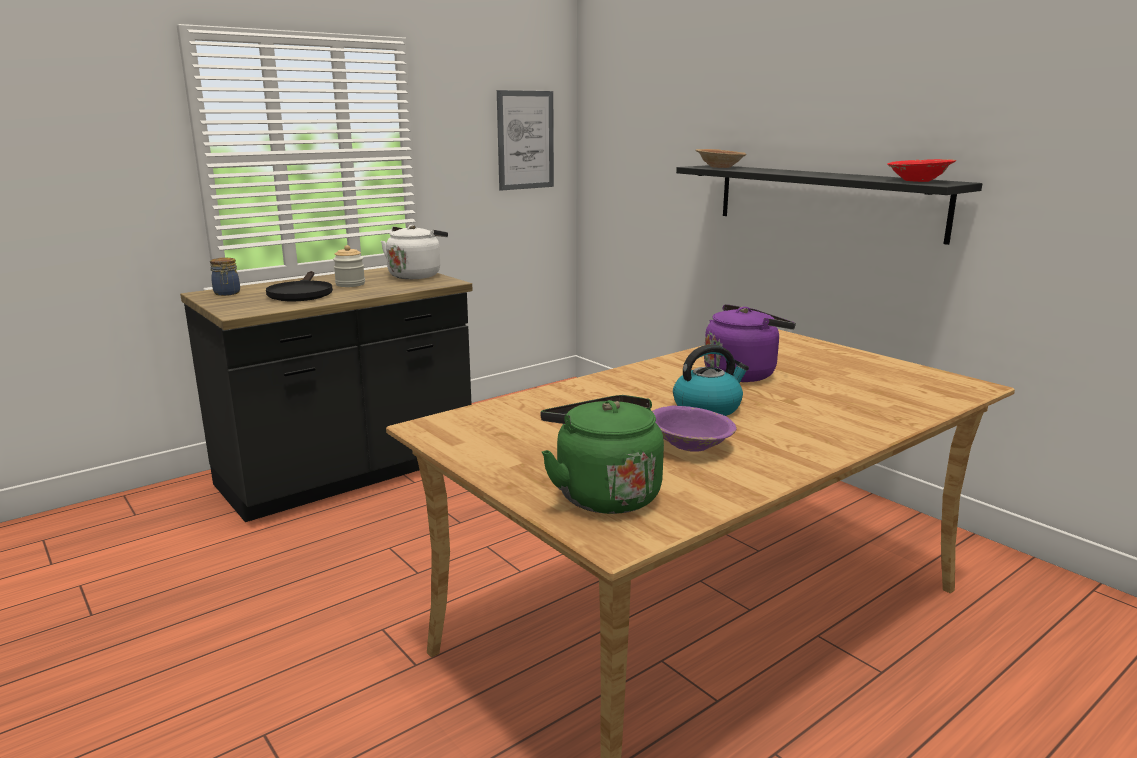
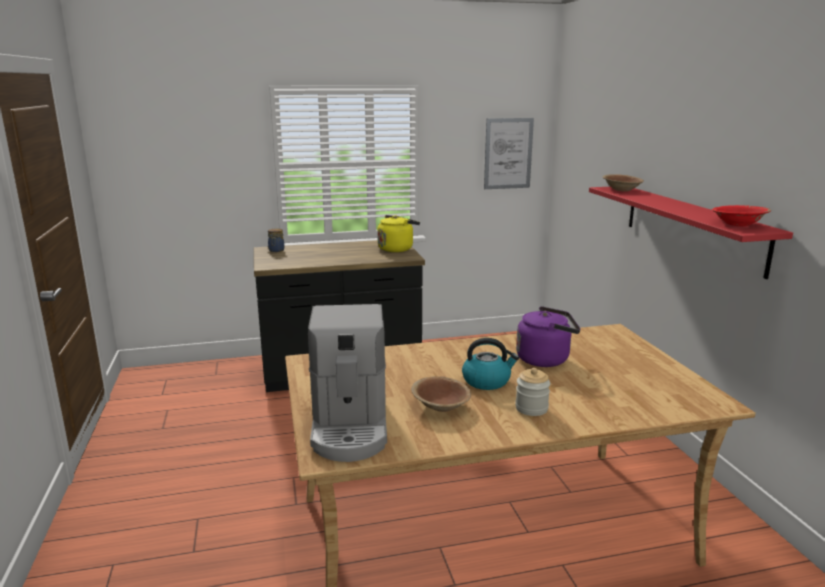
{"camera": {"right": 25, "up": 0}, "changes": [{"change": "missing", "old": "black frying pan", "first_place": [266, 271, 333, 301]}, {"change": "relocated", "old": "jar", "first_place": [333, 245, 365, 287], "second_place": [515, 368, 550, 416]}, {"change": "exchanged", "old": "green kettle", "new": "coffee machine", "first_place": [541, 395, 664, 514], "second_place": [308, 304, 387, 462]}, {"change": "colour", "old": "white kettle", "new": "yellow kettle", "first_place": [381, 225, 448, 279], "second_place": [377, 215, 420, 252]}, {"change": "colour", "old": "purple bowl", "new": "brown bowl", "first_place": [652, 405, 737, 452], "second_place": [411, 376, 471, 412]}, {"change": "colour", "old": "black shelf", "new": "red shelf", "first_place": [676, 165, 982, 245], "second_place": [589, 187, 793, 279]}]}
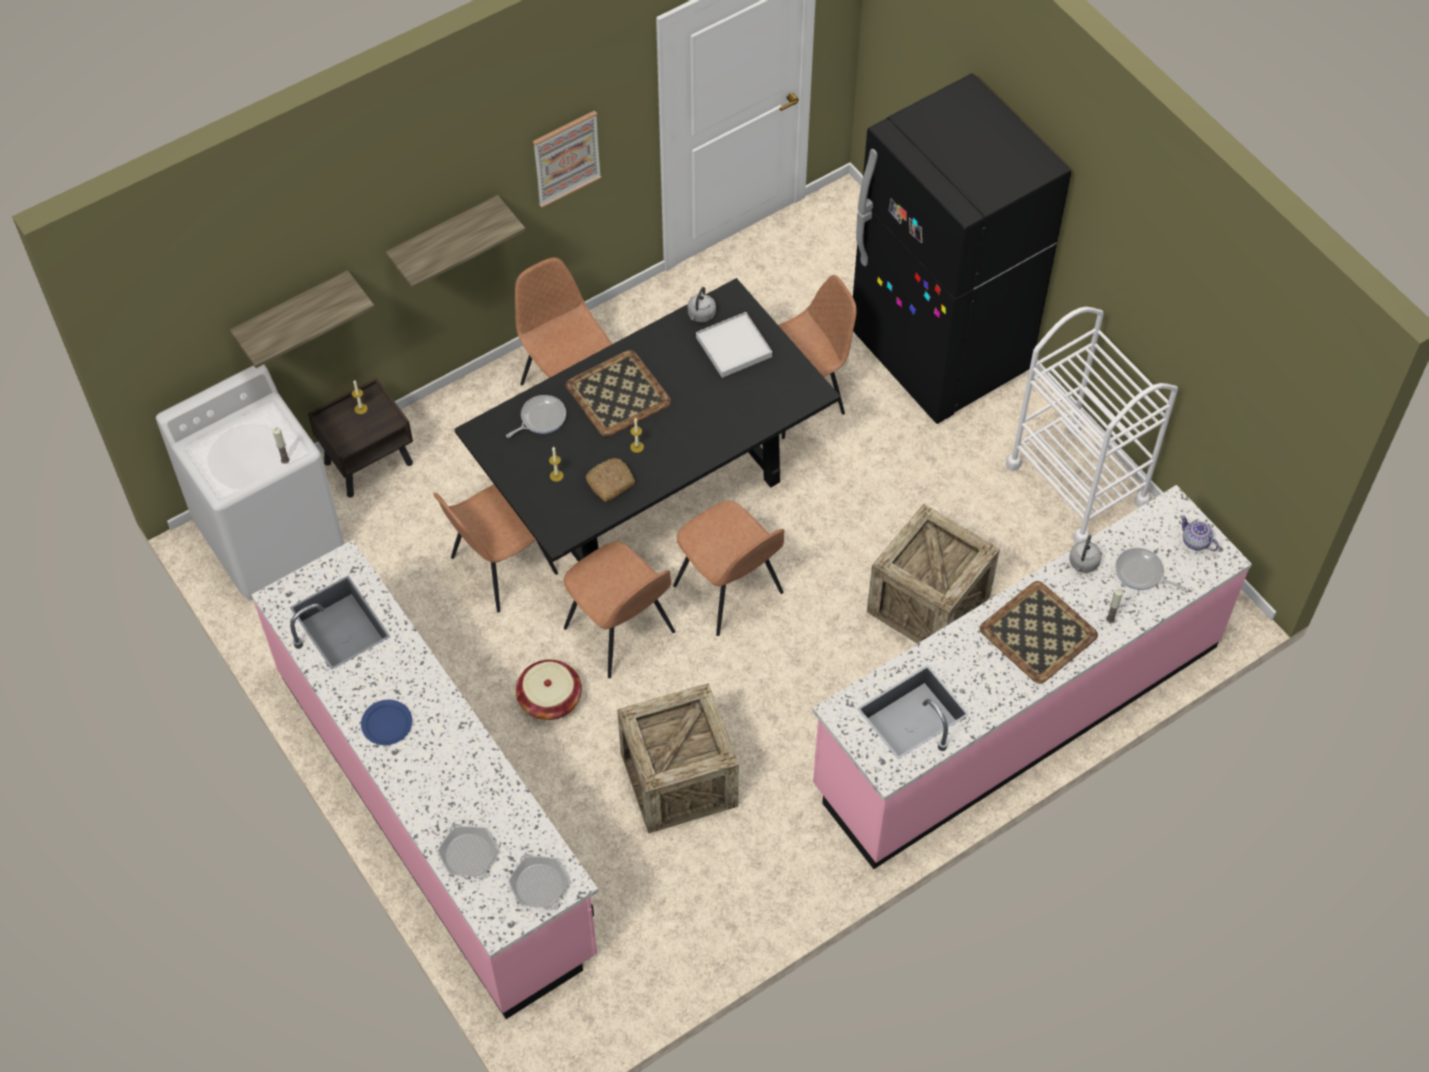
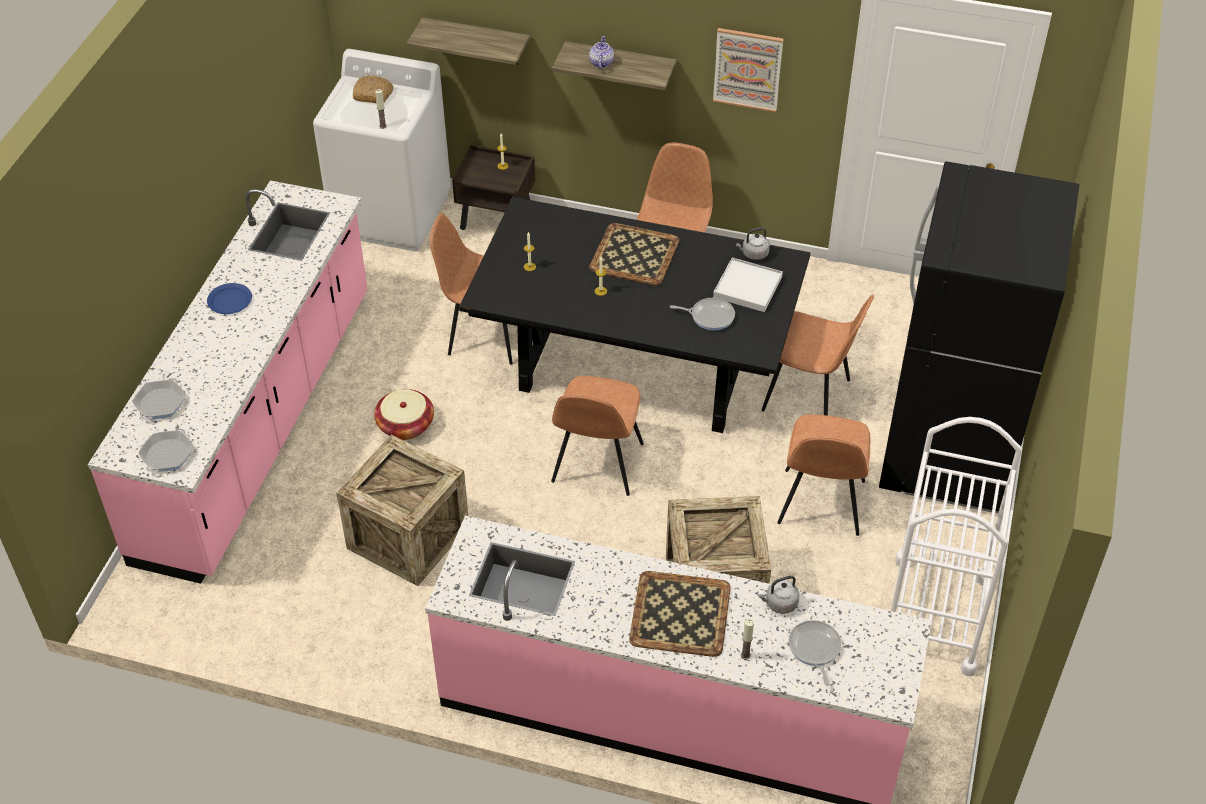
{"camera": {"right": 50, "up": -10}, "changes": [{"change": "relocated", "old": "frying pan", "first_place": [506, 395, 566, 438], "second_place": [670, 298, 735, 331]}, {"change": "relocated", "old": "brown chair", "first_place": [563, 541, 675, 678], "second_place": [777, 415, 871, 536]}, {"change": "relocated", "old": "bread", "first_place": [586, 458, 635, 502], "second_place": [352, 75, 393, 103]}, {"change": "relocated", "old": "teapot", "first_place": [1180, 515, 1219, 551], "second_place": [589, 36, 614, 69]}]}
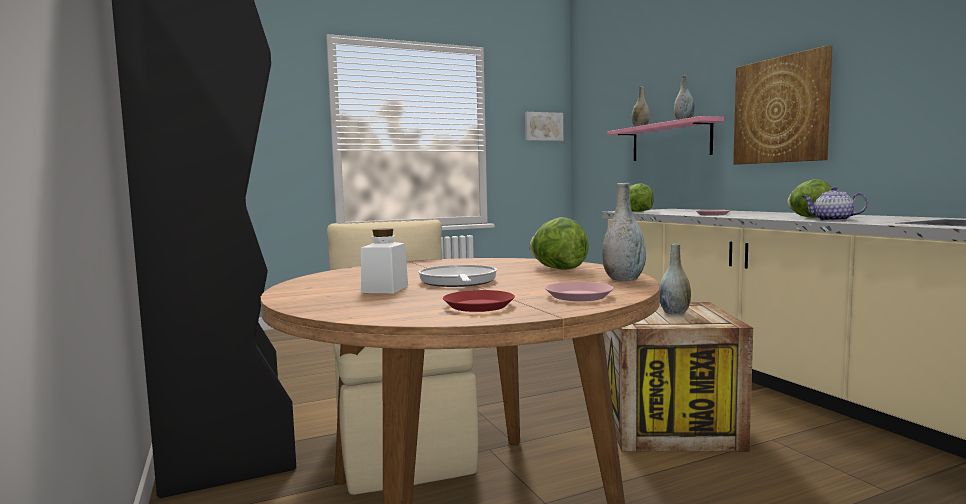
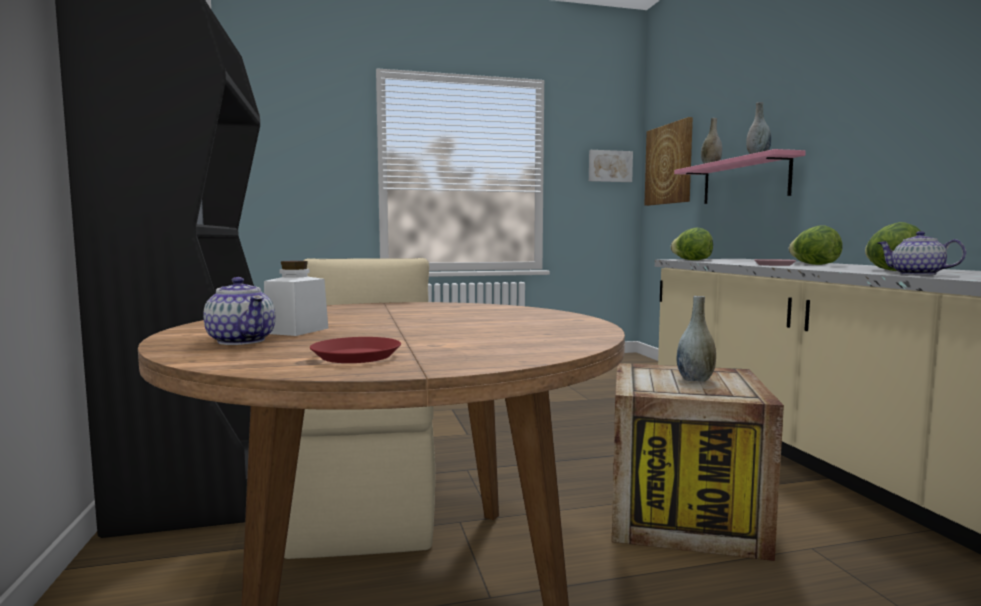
{"camera": {"right": 10, "up": 0}, "changes": [{"change": "missing", "old": "frying pan", "first_place": [418, 265, 497, 287]}, {"change": "missing", "old": "pink plate", "first_place": [545, 282, 614, 301]}, {"change": "missing", "old": "grey vase", "first_place": [602, 183, 646, 281]}, {"change": "appeared", "new": "teapot", "second_place": [203, 277, 275, 345]}, {"change": "relocated", "old": "lettuce", "first_place": [529, 217, 589, 270], "second_place": [789, 225, 843, 265]}, {"change": "relocated", "old": "picture", "first_place": [733, 45, 833, 165], "second_place": [644, 117, 693, 206]}]}
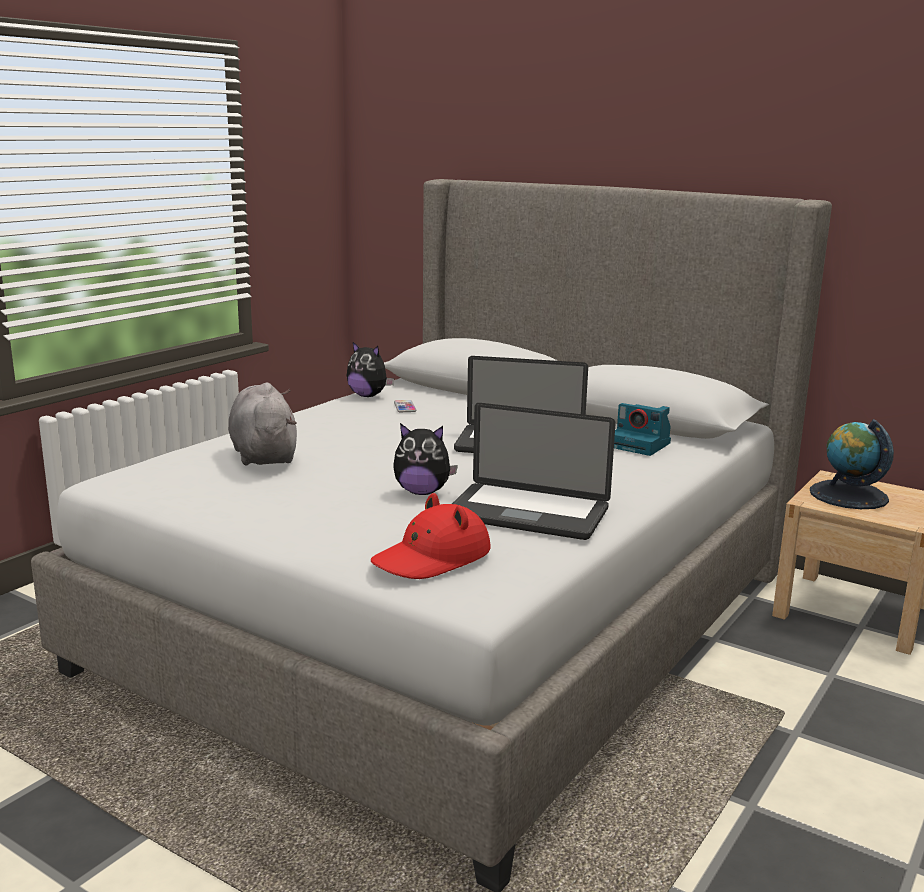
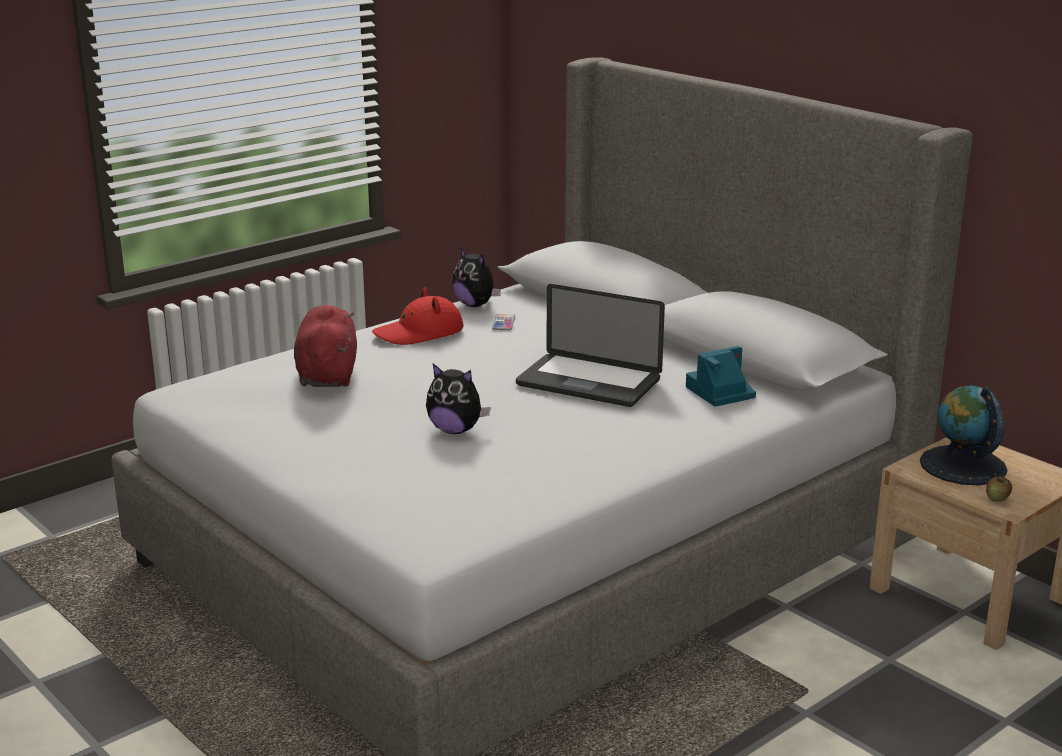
{"camera": {"right": 15, "up": 5}, "changes": [{"change": "missing", "old": "laptop", "first_place": [452, 403, 616, 540]}, {"change": "appeared", "new": "apple", "second_place": [986, 476, 1012, 502]}, {"change": "relocated", "old": "red hat", "first_place": [371, 493, 491, 579], "second_place": [372, 287, 463, 345]}, {"change": "colour", "old": "grey plush toy", "new": "red plush toy", "first_place": [228, 383, 297, 465], "second_place": [294, 305, 357, 387]}, {"change": "spun", "old": "photo camera", "first_place": [614, 403, 671, 456], "second_place": [686, 346, 756, 407], "degrees": 105}]}
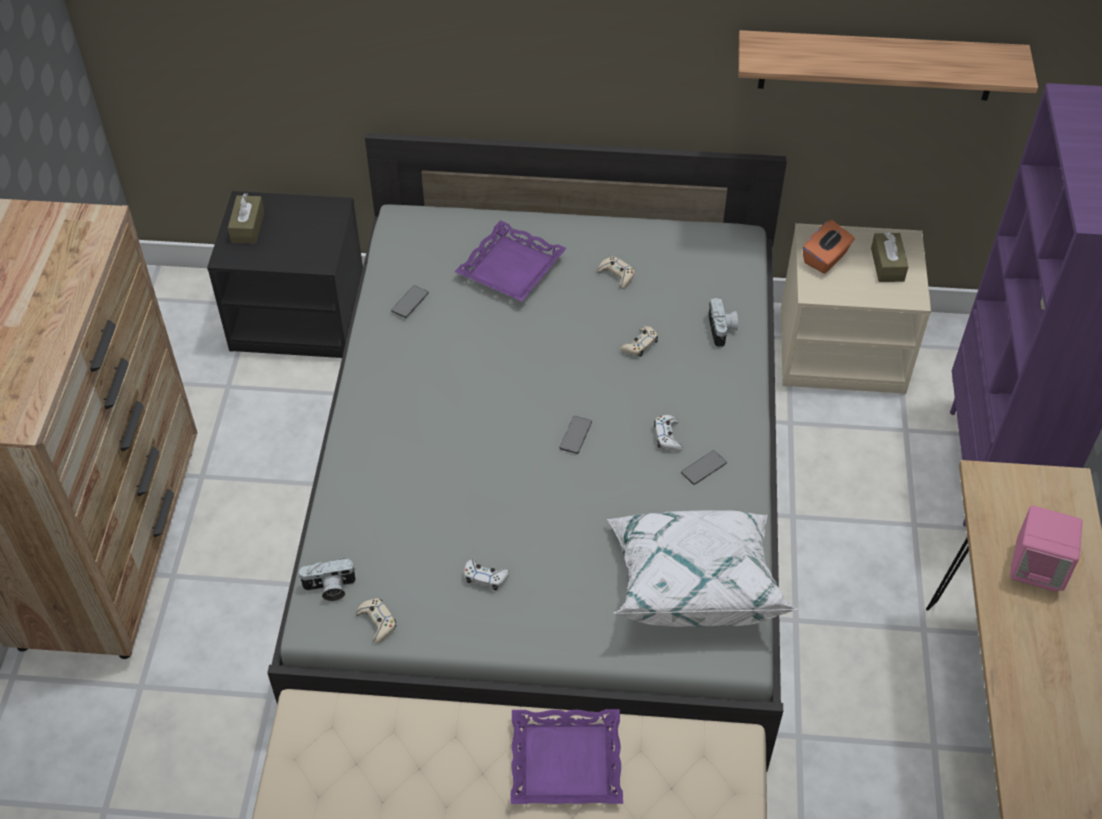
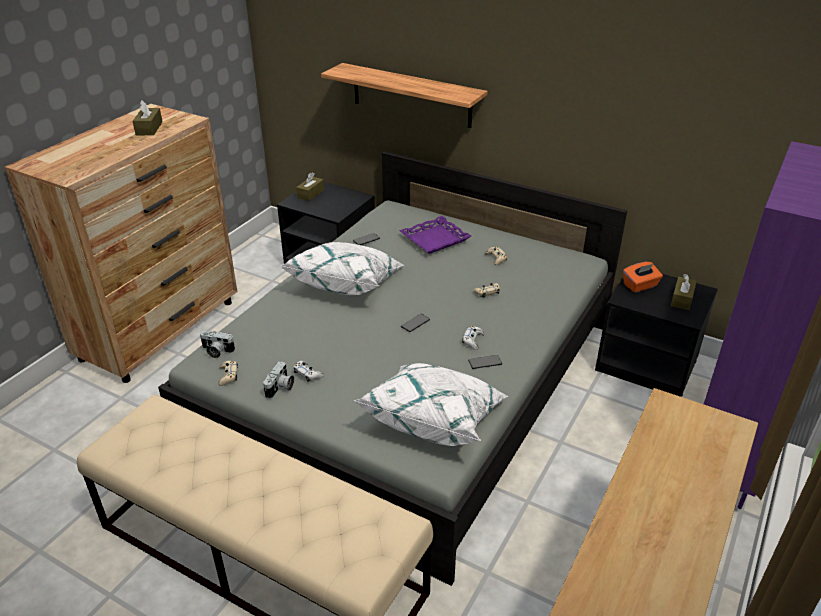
{"camera": {"right": 25, "up": -15}, "changes": [{"change": "missing", "old": "purple tray", "first_place": [510, 709, 623, 804]}, {"change": "missing", "old": "pink speaker", "first_place": [1010, 506, 1083, 592]}, {"change": "appeared", "new": "brown tissue box", "second_place": [133, 100, 163, 135]}, {"change": "appeared", "new": "white pillow", "second_place": [280, 242, 405, 295]}, {"change": "relocated", "old": "photo camera", "first_place": [708, 298, 738, 348], "second_place": [263, 361, 294, 399]}, {"change": "relocated", "old": "shelf", "first_place": [739, 30, 1038, 101], "second_place": [321, 63, 488, 128]}, {"change": "colour", "old": "beige nightstand", "new": "black nightstand", "first_place": [780, 223, 931, 394], "second_place": [595, 265, 718, 397]}]}
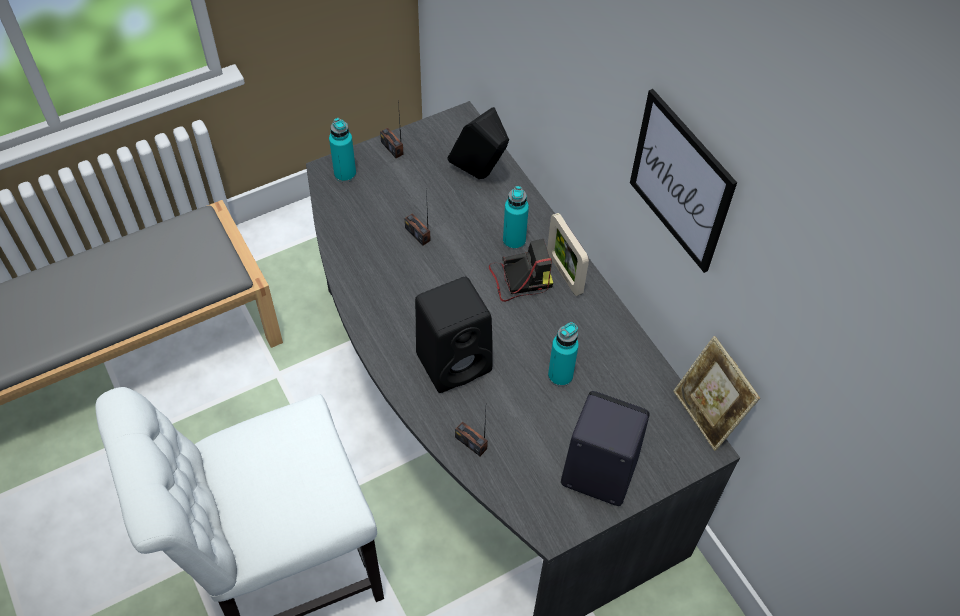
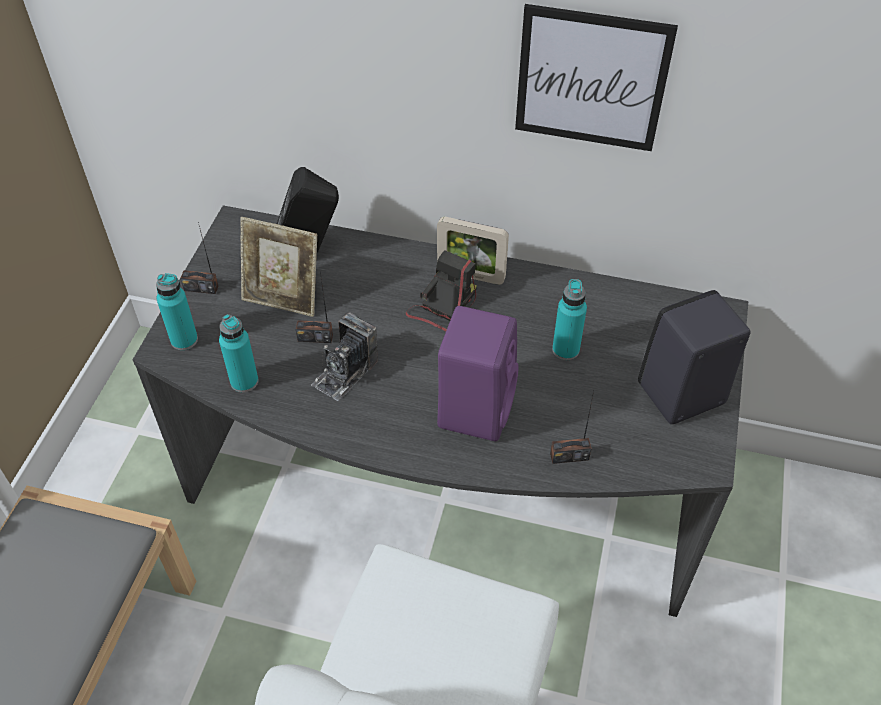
{"camera": {"right": -45, "up": -5}, "changes": [{"change": "appeared", "new": "photo camera", "second_place": [311, 312, 377, 401]}, {"change": "relocated", "old": "turquoise bottle", "first_place": [503, 186, 529, 250], "second_place": [219, 314, 258, 392]}, {"change": "relocated", "old": "picture frame", "first_place": [673, 336, 760, 451], "second_place": [241, 217, 317, 317]}, {"change": "colour", "old": "black speaker", "new": "purple speaker", "first_place": [415, 277, 493, 393], "second_place": [437, 306, 519, 441]}]}
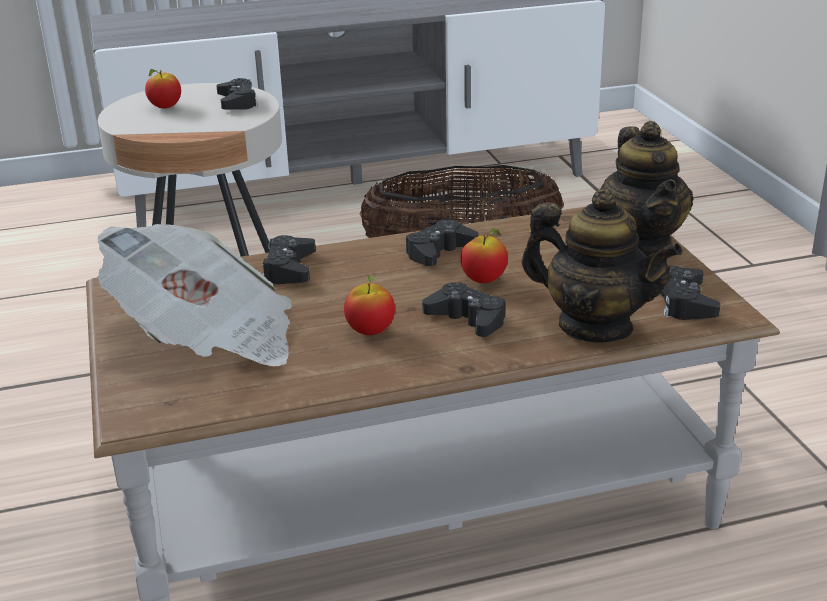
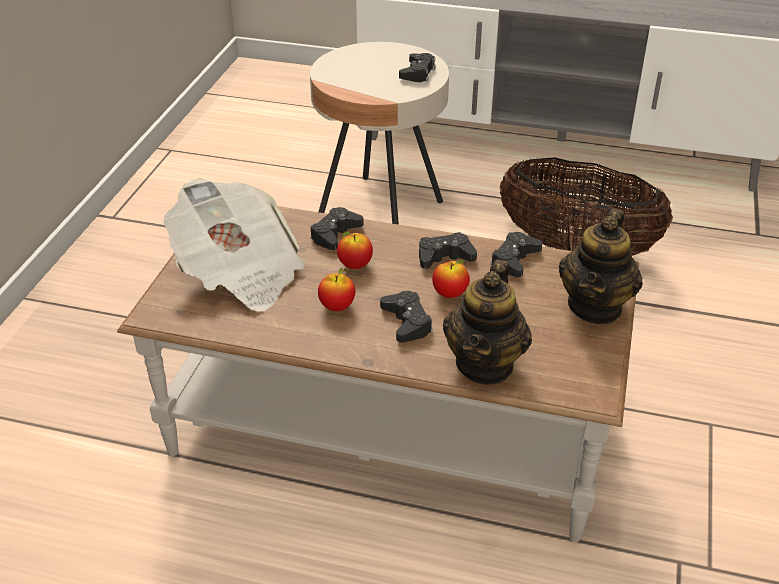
{"camera": {"right": 30, "up": 10}, "changes": [{"change": "relocated", "old": "apple", "first_place": [145, 69, 181, 109], "second_place": [337, 231, 373, 269]}, {"change": "relocated", "old": "black game controller", "first_place": [661, 266, 721, 320], "second_place": [490, 232, 543, 277]}, {"change": "spun", "old": "teapot", "first_place": [521, 189, 683, 343], "second_place": [443, 260, 532, 385], "degrees": 45}]}
